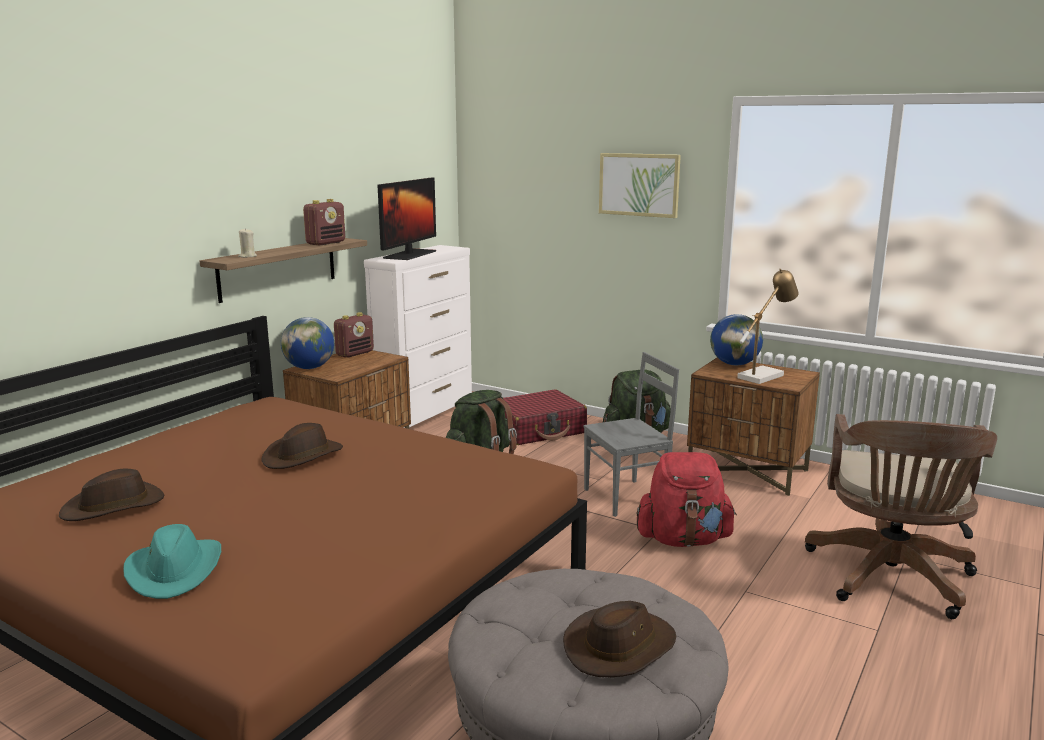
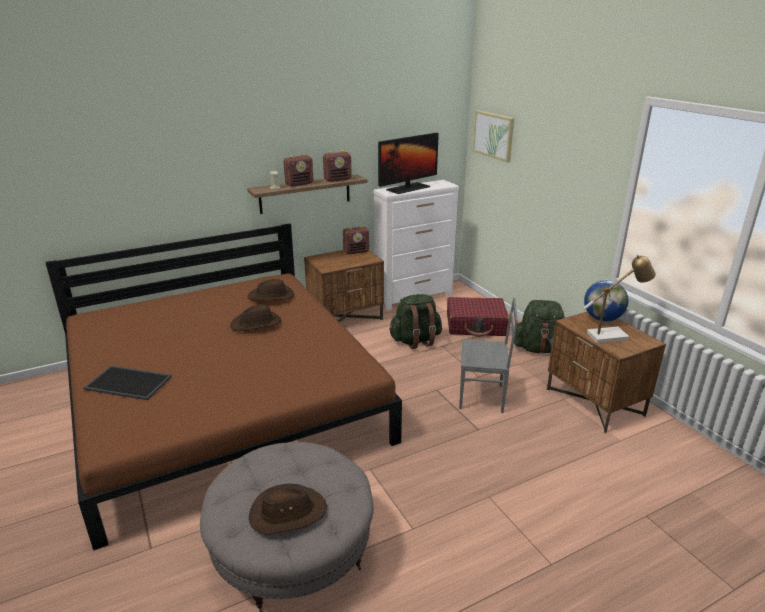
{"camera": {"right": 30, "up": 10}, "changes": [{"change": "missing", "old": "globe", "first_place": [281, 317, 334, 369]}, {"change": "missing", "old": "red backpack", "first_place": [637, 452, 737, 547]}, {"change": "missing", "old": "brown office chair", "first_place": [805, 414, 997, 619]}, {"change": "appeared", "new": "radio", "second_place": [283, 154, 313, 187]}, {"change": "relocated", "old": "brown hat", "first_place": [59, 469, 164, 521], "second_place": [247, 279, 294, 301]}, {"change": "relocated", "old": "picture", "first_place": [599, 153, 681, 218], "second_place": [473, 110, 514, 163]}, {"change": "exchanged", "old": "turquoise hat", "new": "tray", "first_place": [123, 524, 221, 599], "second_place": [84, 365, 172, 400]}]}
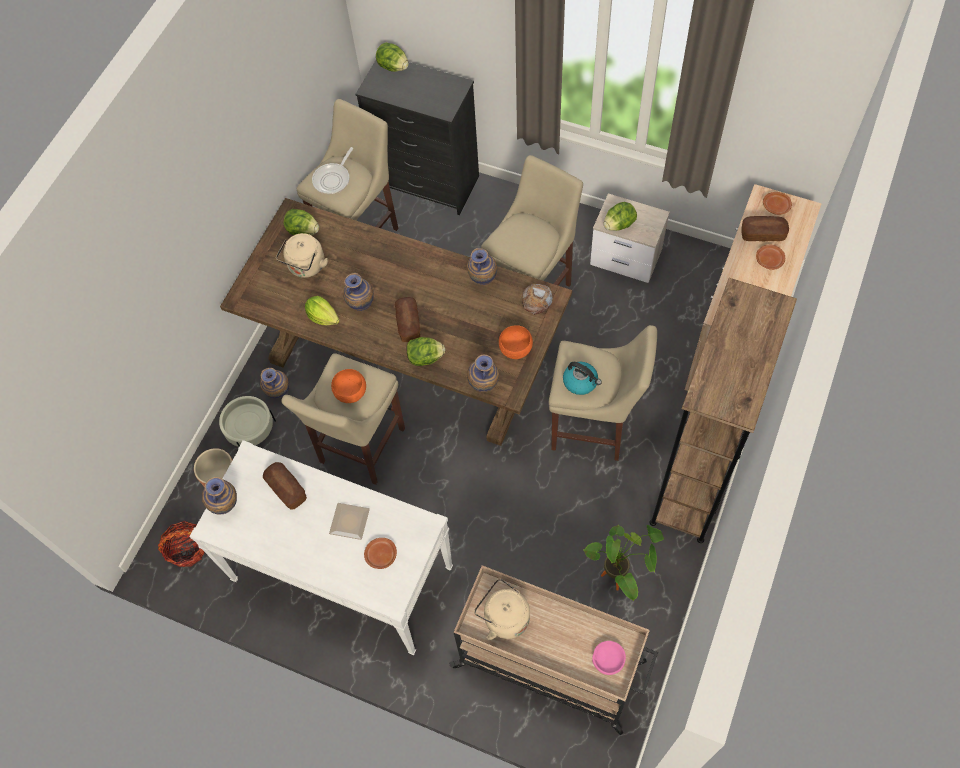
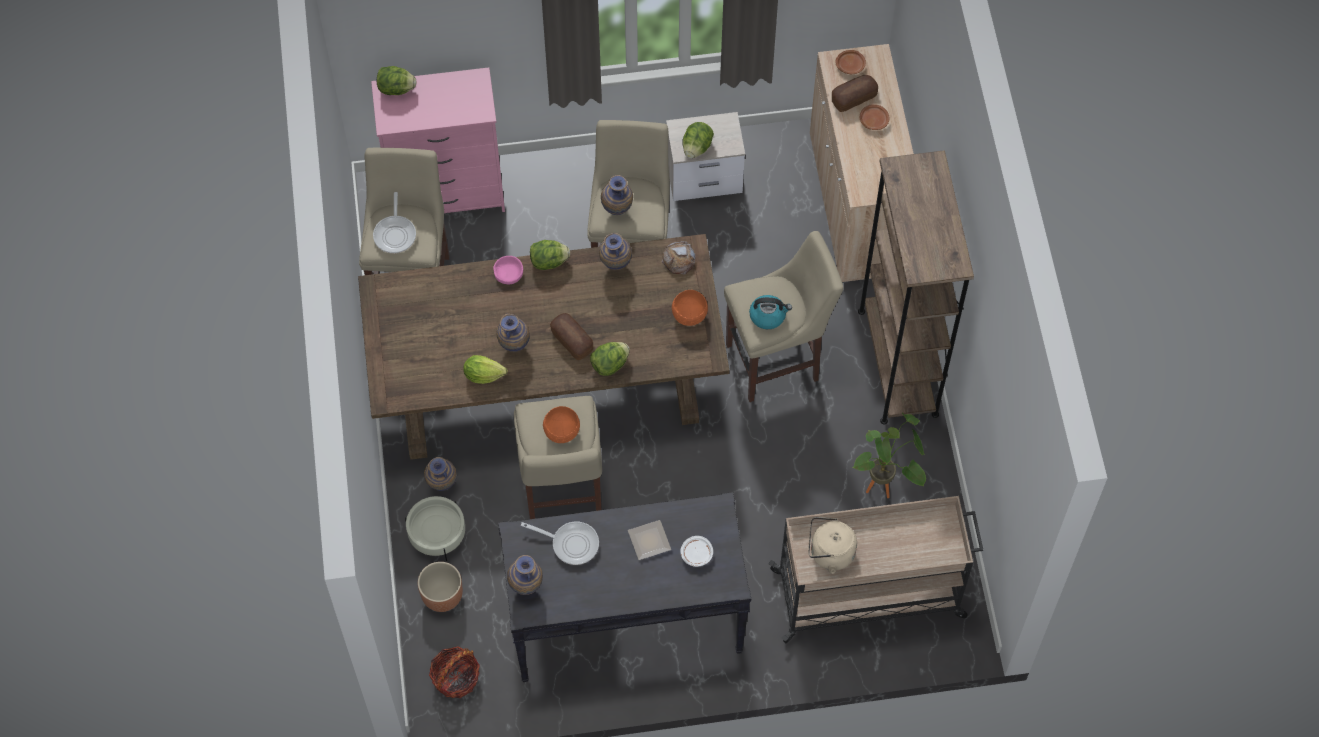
{"camera": {"right": -35, "up": 0}, "changes": [{"change": "missing", "old": "beige kettle", "first_place": [276, 233, 328, 278]}, {"change": "relocated", "old": "lettuce", "first_place": [283, 209, 319, 235], "second_place": [530, 240, 570, 270]}, {"change": "relocated", "old": "vase", "first_place": [467, 355, 499, 392], "second_place": [601, 175, 633, 215]}, {"change": "relocated", "old": "pink bowl", "first_place": [592, 641, 626, 675], "second_place": [493, 256, 523, 284]}, {"change": "exchanged", "old": "bread", "new": "frying pan", "first_place": [263, 462, 307, 510], "second_place": [521, 521, 599, 565]}, {"change": "colour", "old": "white console table", "new": "black console table", "first_place": [189, 440, 453, 655], "second_place": [498, 492, 751, 682]}, {"change": "colour", "old": "black dresser", "new": "pink dresser", "first_place": [355, 60, 479, 215], "second_place": [371, 67, 505, 213]}, {"change": "colour", "old": "brown plate", "new": "white plate", "first_place": [364, 538, 397, 569], "second_place": [681, 536, 713, 567]}]}
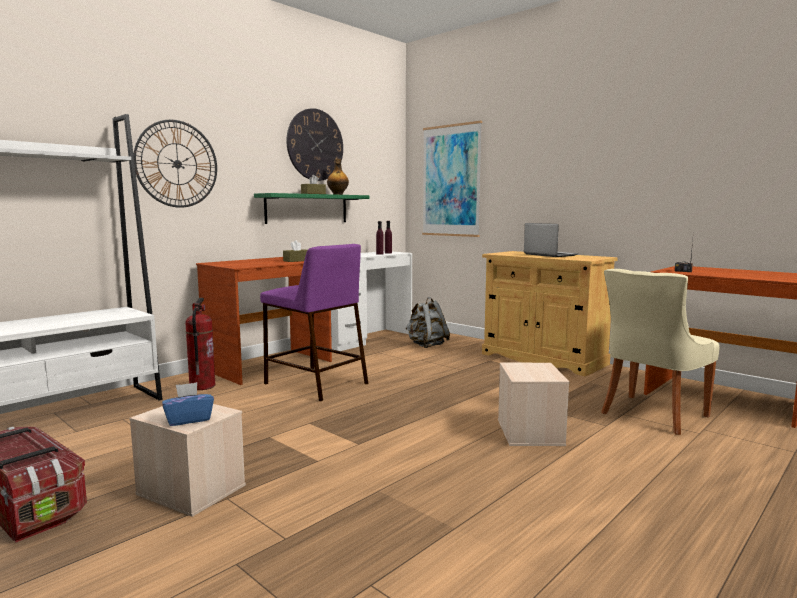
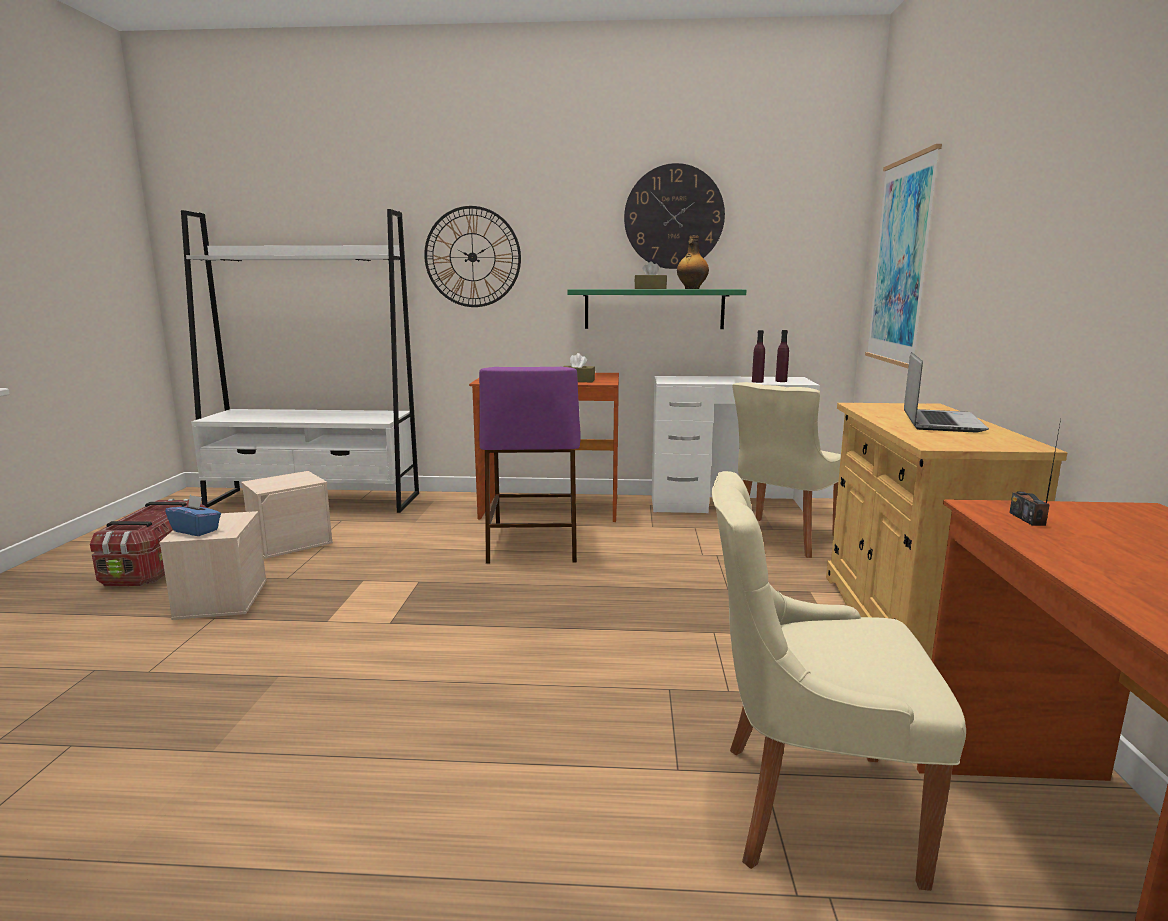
{"camera": {"right": 50, "up": 5}, "changes": [{"change": "missing", "old": "fire extinguisher", "first_place": [185, 298, 215, 390]}, {"change": "relocated", "old": "beige storage box", "first_place": [498, 363, 570, 446], "second_place": [241, 471, 333, 559]}, {"change": "exchanged", "old": "grey backpack", "new": "beige chair", "first_place": [406, 297, 450, 348], "second_place": [732, 382, 841, 558]}]}
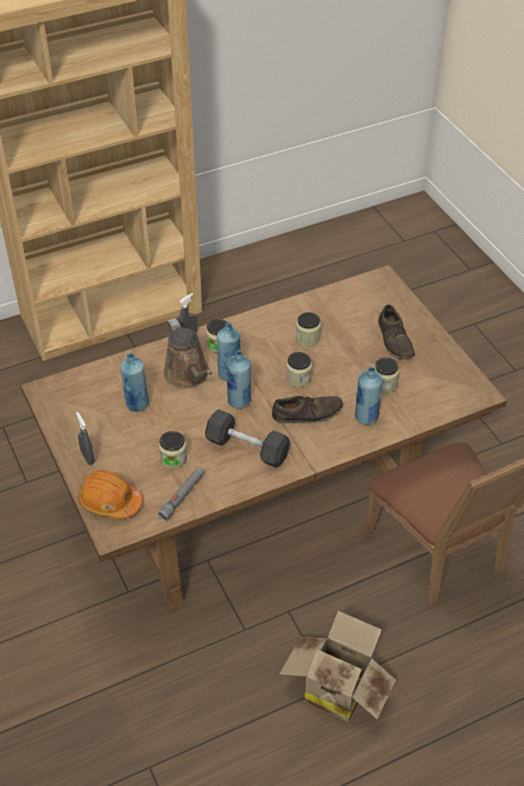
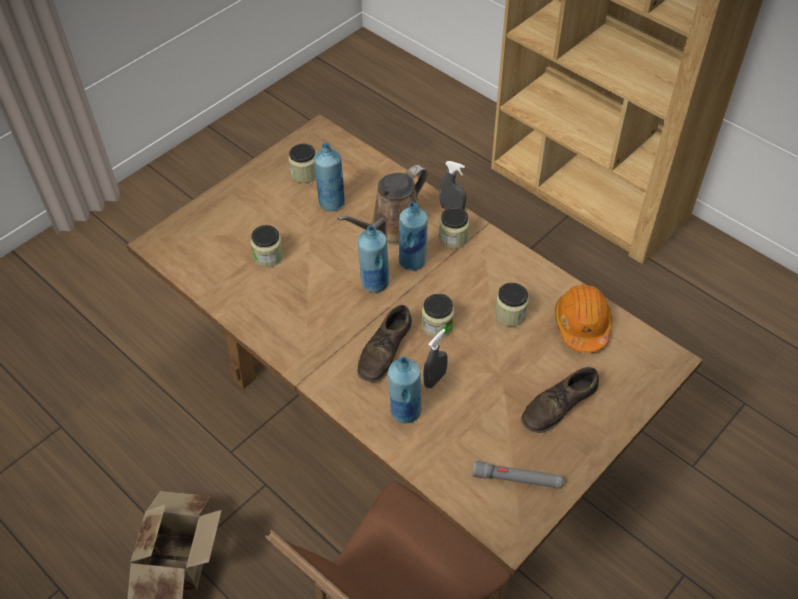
{"camera": {"right": 70, "up": 5}, "changes": [{"change": "missing", "old": "grey dumbbell", "first_place": [205, 409, 290, 468]}, {"change": "relocated", "old": "grey spray bottle", "first_place": [76, 412, 95, 465], "second_place": [423, 329, 448, 388]}, {"change": "relocated", "old": "orange hard hat", "first_place": [78, 470, 143, 519], "second_place": [555, 284, 612, 353]}, {"change": "relocated", "old": "grey flashlight", "first_place": [158, 467, 204, 521], "second_place": [472, 461, 564, 488]}, {"change": "relocated", "old": "jar", "first_place": [374, 357, 399, 393], "second_place": [289, 143, 316, 183]}, {"change": "spun", "old": "brown shoe", "first_place": [272, 396, 343, 423], "second_place": [357, 305, 412, 382], "degrees": 60}]}
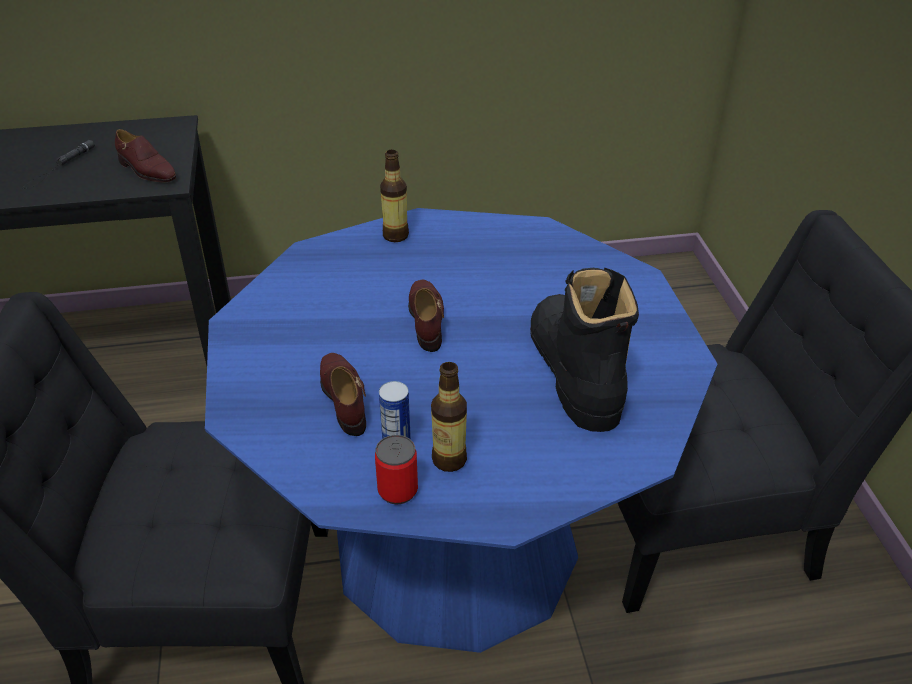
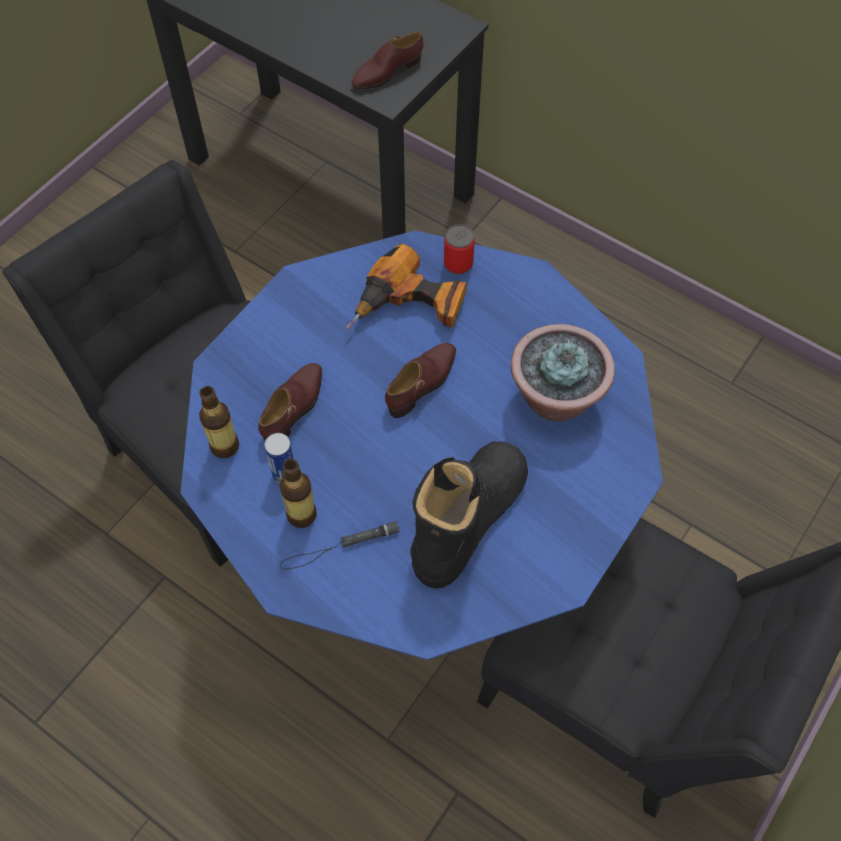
{"camera": {"right": 45, "up": 20}, "changes": [{"change": "appeared", "new": "power drill", "second_place": [346, 244, 467, 330]}, {"change": "appeared", "new": "potted plant", "second_place": [511, 324, 615, 422]}, {"change": "relocated", "old": "black flashlight", "first_place": [22, 140, 95, 189], "second_place": [280, 521, 400, 569]}, {"change": "relocated", "old": "can", "first_place": [375, 435, 418, 504], "second_place": [444, 224, 475, 274]}, {"change": "relocated", "old": "bottle", "first_place": [380, 150, 409, 242], "second_place": [199, 386, 239, 458]}, {"change": "spun", "old": "brown shoe", "first_place": [115, 129, 176, 182], "second_place": [351, 32, 423, 89], "degrees": 60}]}
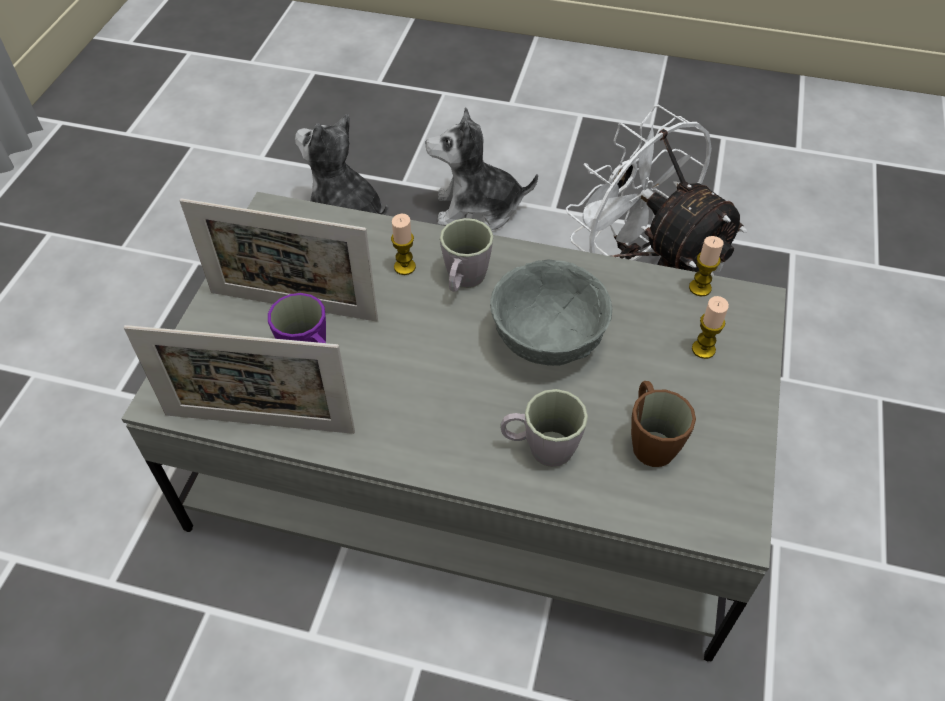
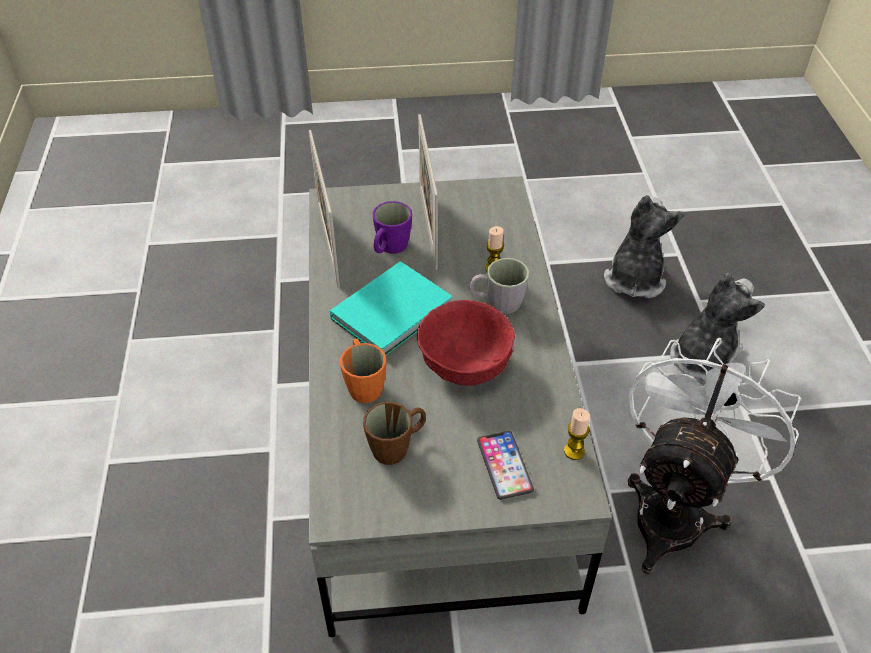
{"camera": {"right": 70, "up": -5}, "changes": [{"change": "appeared", "new": "turquoise book", "second_place": [330, 261, 453, 355]}, {"change": "exchanged", "old": "candle", "new": "phone", "first_place": [692, 296, 729, 359], "second_place": [477, 431, 534, 500]}, {"change": "colour", "old": "grey bowl", "new": "red bowl", "first_place": [490, 259, 612, 366], "second_place": [417, 300, 515, 386]}, {"change": "colour", "old": "grey mug", "new": "orange mug", "first_place": [500, 389, 588, 467], "second_place": [340, 339, 387, 403]}, {"change": "spun", "old": "plush toy", "first_place": [425, 107, 538, 230], "second_place": [670, 273, 765, 381], "degrees": 60}]}
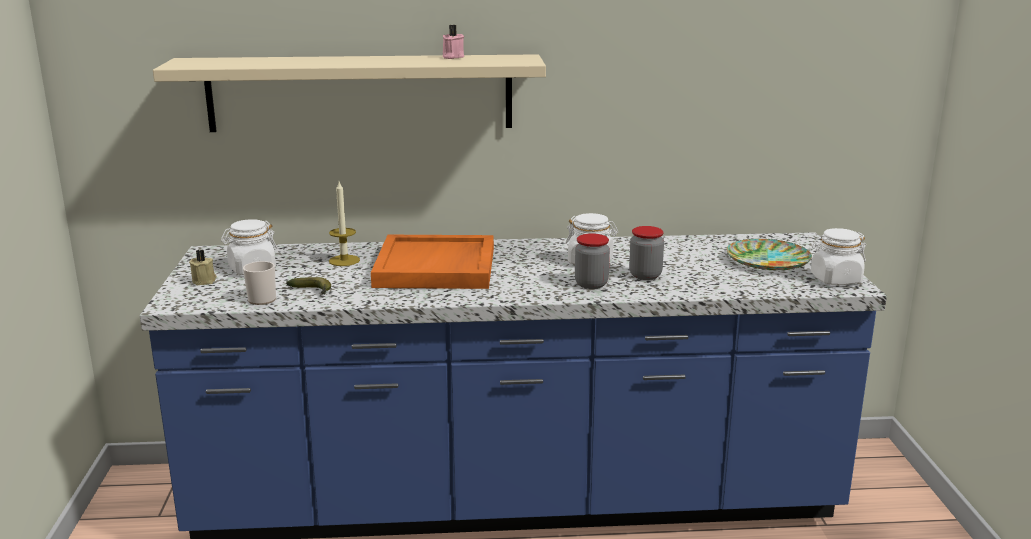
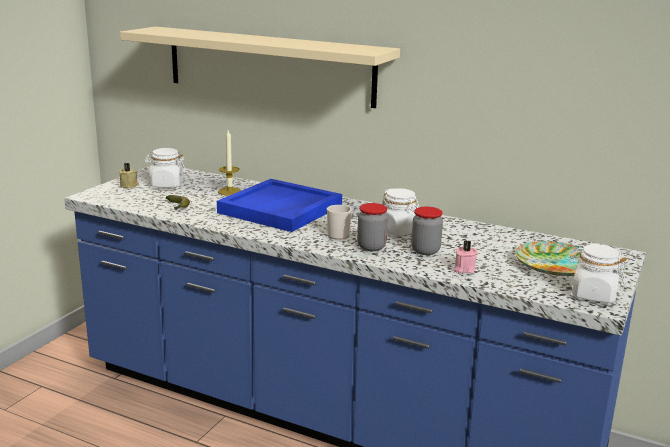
{"camera": {"right": 30, "up": 0}, "changes": [{"change": "relocated", "old": "mug", "first_place": [243, 261, 276, 305], "second_place": [327, 205, 352, 240]}, {"change": "relocated", "old": "pink candle", "first_place": [443, 25, 464, 59], "second_place": [453, 240, 478, 273]}, {"change": "colour", "old": "orange tray", "new": "blue tray", "first_place": [371, 235, 494, 289], "second_place": [217, 179, 342, 232]}]}
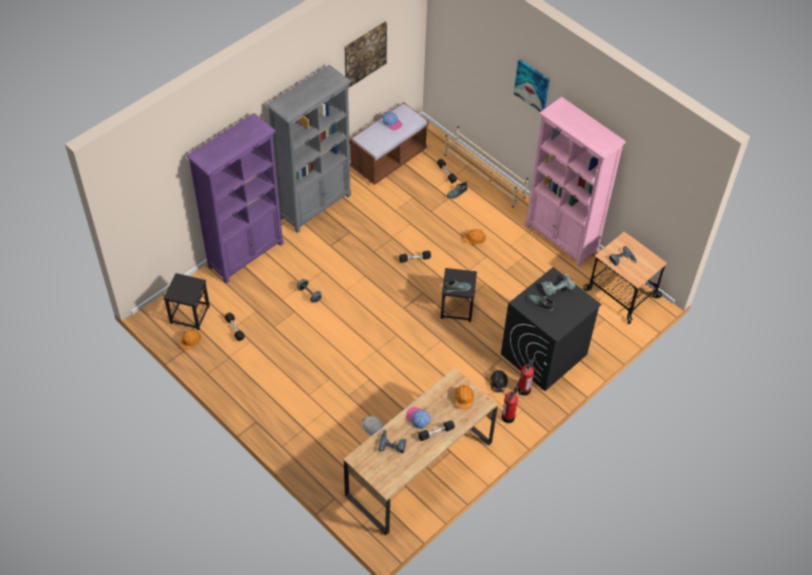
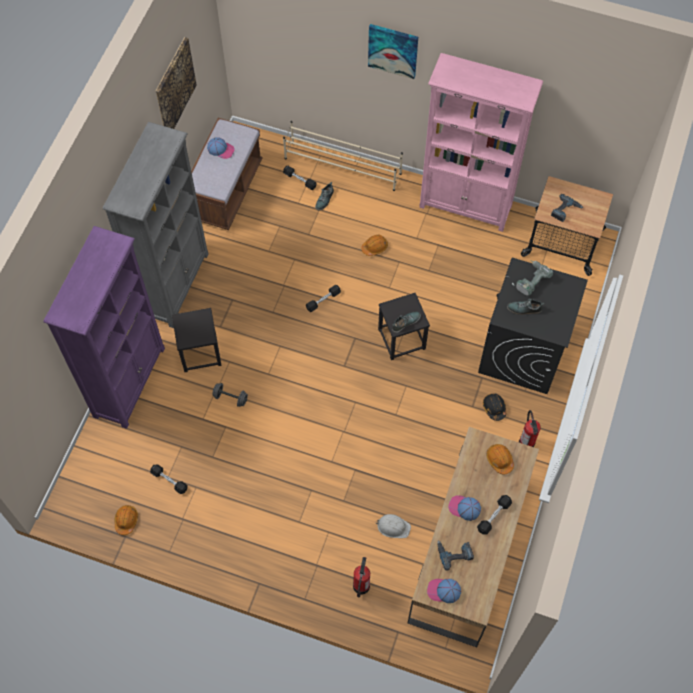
{"camera": {"right": -25, "up": 10}, "changes": [{"change": "appeared", "new": "cap", "second_place": [427, 579, 461, 603]}, {"change": "relocated", "old": "black stool", "first_place": [164, 273, 210, 330], "second_place": [172, 308, 222, 372]}, {"change": "relocated", "old": "fire extinguisher", "first_place": [517, 357, 535, 396], "second_place": [353, 557, 370, 598]}]}
